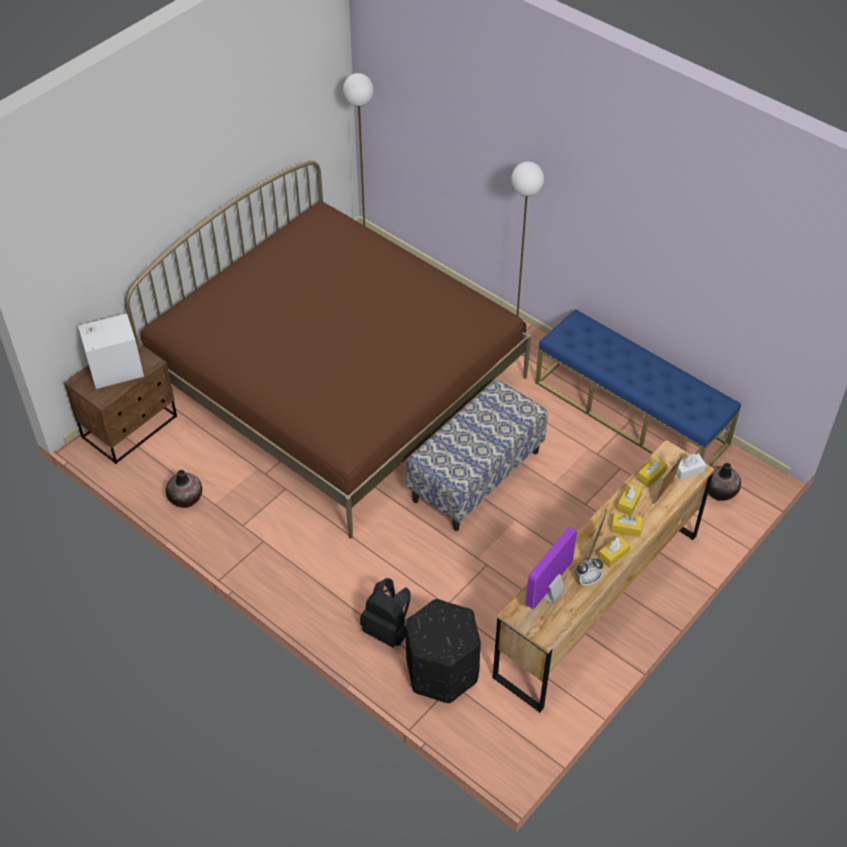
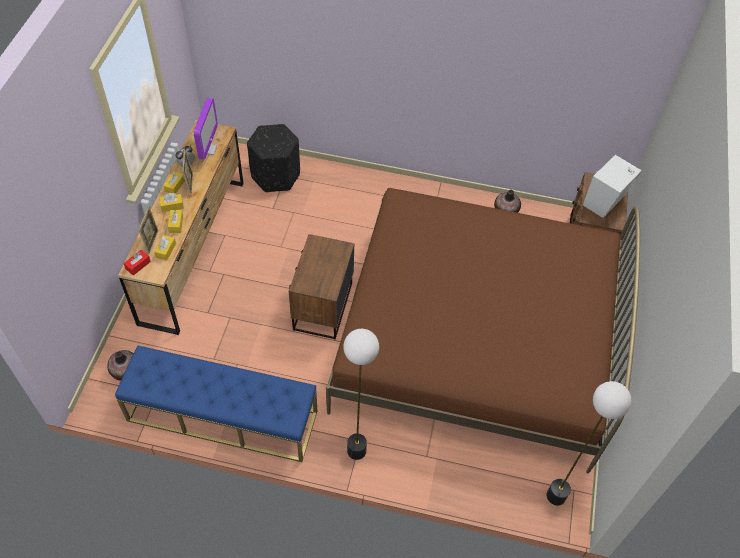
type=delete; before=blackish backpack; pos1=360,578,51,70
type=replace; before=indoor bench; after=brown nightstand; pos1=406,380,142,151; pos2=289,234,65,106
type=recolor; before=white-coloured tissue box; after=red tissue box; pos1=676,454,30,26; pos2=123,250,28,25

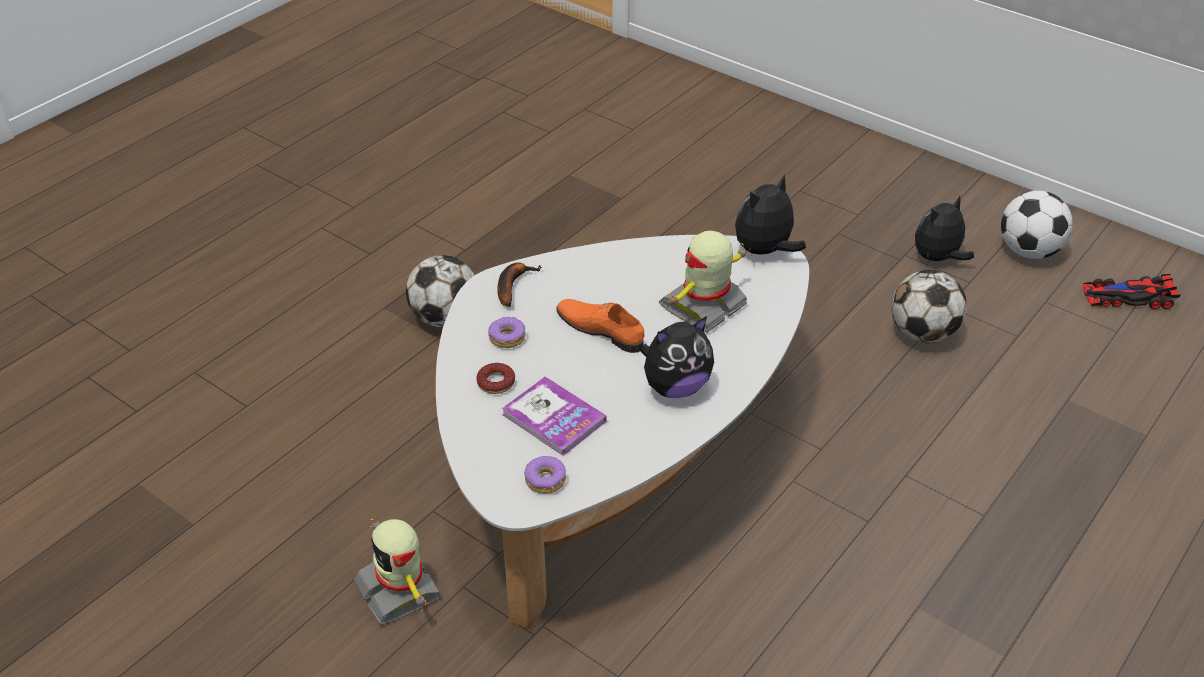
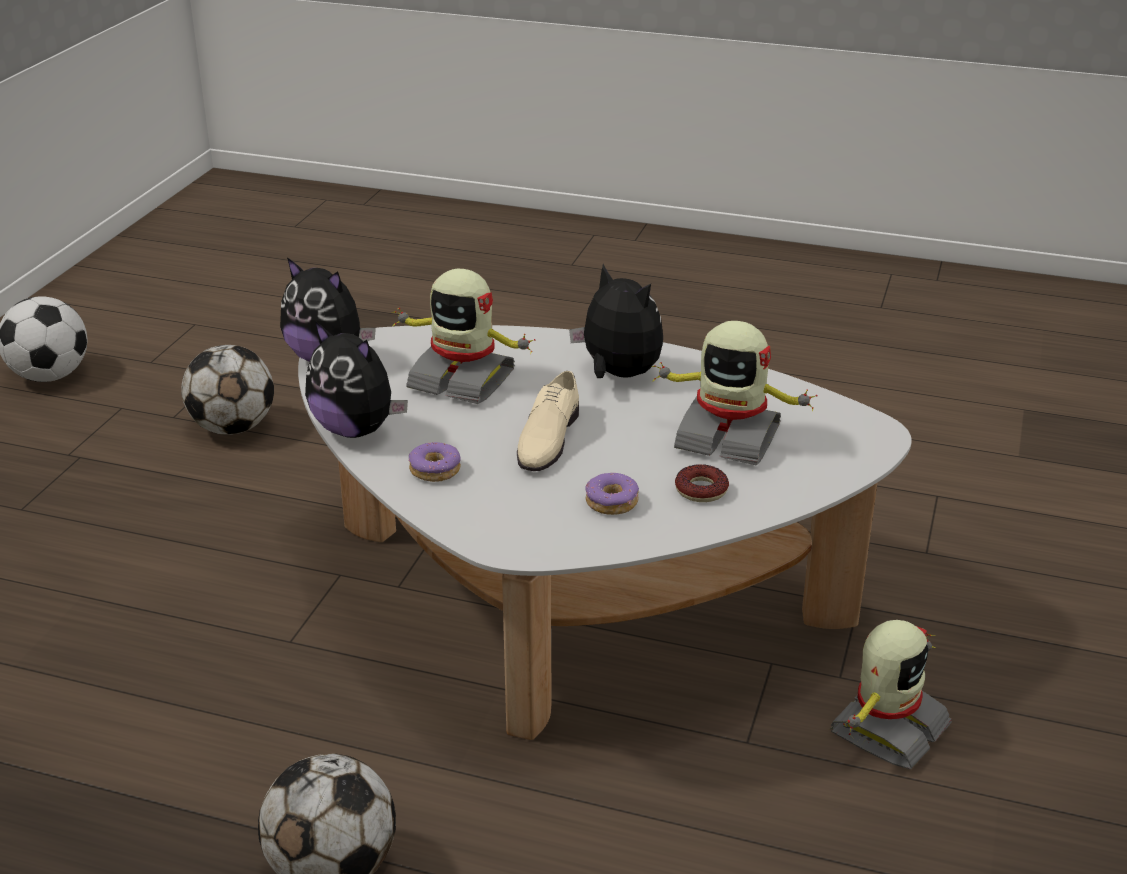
type=delete; before=whole banana; pos1=497,262,45,45
type=delete; before=miniature car; pos1=1083,274,98,35
type=move; before=doughnut; pos1=524,456,42,38; pos2=408,442,53,40
type=move; before=plush toy; pos1=915,196,59,65; pos2=305,321,103,117
type=replace; before=bound book; after=model robot; pos1=502,377,105,79; pos2=652,321,167,145
type=recolor; before=orangey shoe; after=beige shoe; pos1=556,299,88,54; pos2=517,371,62,100

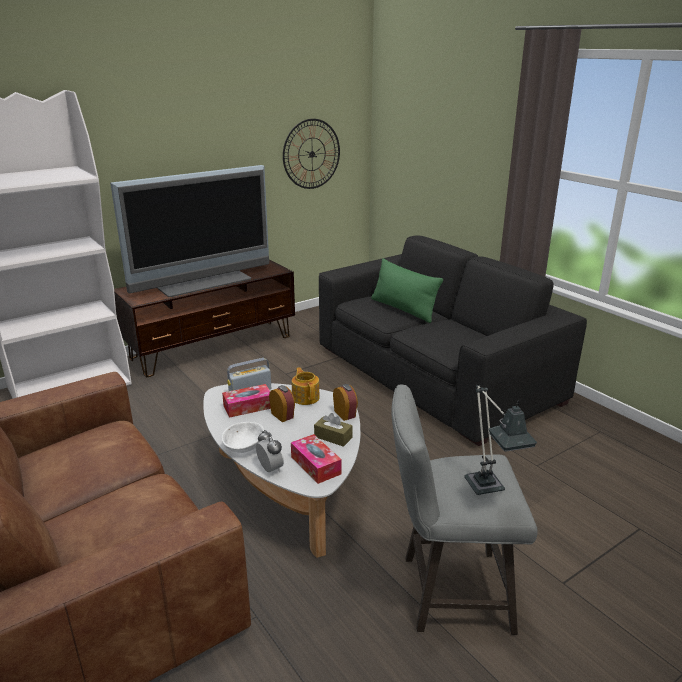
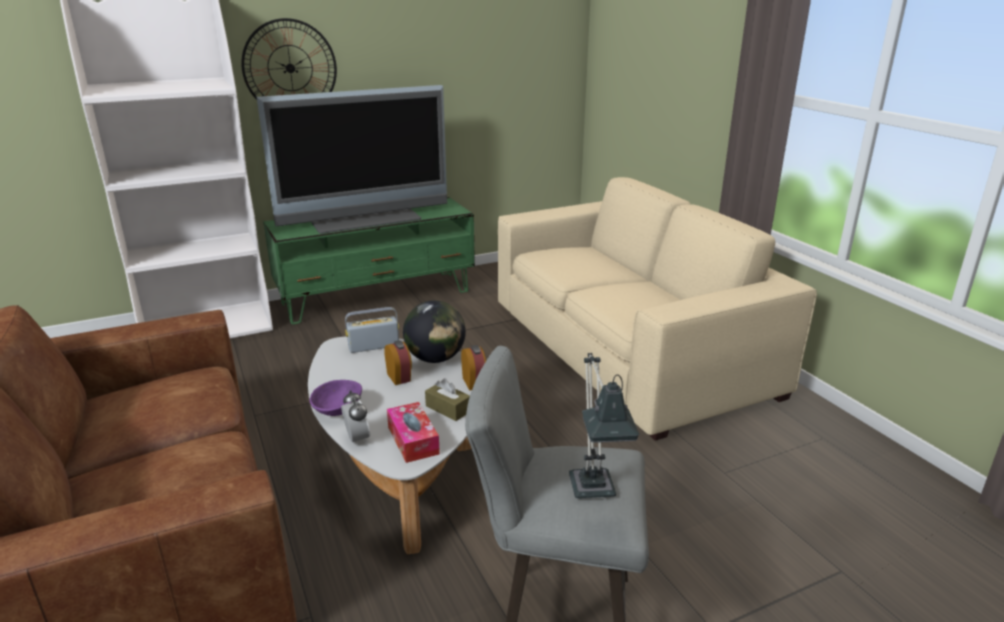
type=delete; before=tissue box; pos1=222,384,49,34
type=delete; before=green-coloured cushion; pos1=371,258,72,65
type=move; before=hanging clock; pos1=283,119,57,70; pos2=241,18,96,82
type=replace; before=teapot; after=world globe; pos1=292,367,28,38; pos2=403,300,63,63
type=recolor; before=brown tv stand; after=green-coloured tv stand; pos1=114,259,181,118; pos2=263,197,212,128
type=recolor; before=white-coloured serving bowl; after=purplish serving bowl; pos1=222,422,42,31; pos2=309,380,53,36
type=recolor; before=blackish settee; after=beige settee; pos1=319,236,268,210; pos2=498,177,319,264

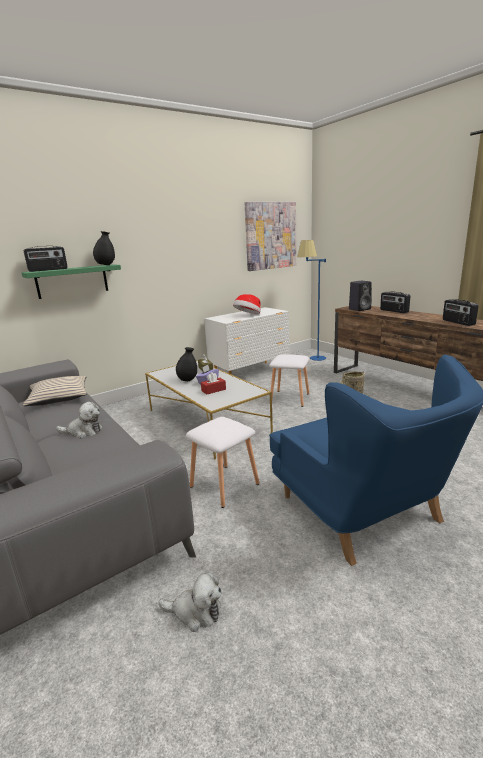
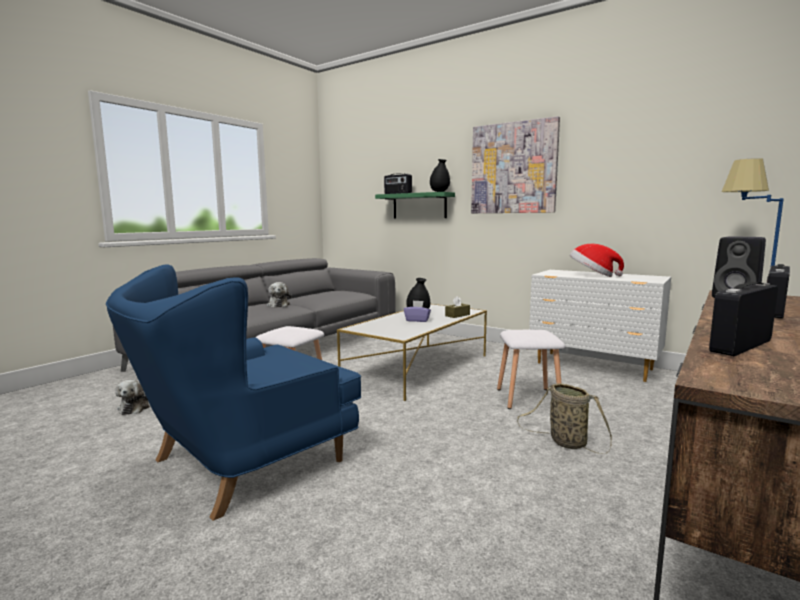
type=delete; before=beige cushion; pos1=23,376,64,30
type=delete; before=red tissue box; pos1=201,372,25,23
type=move; before=wall picture; pos1=245,202,51,69; pos2=471,116,89,97

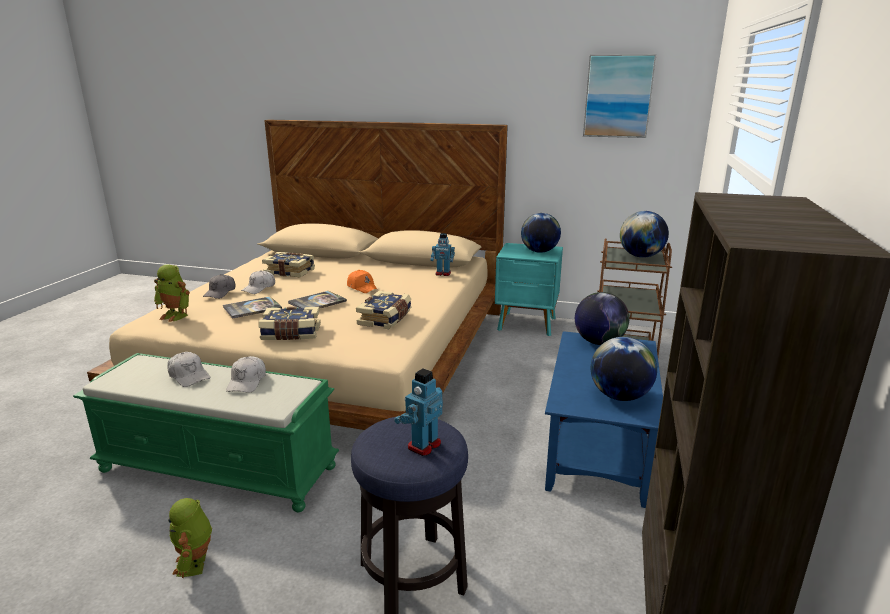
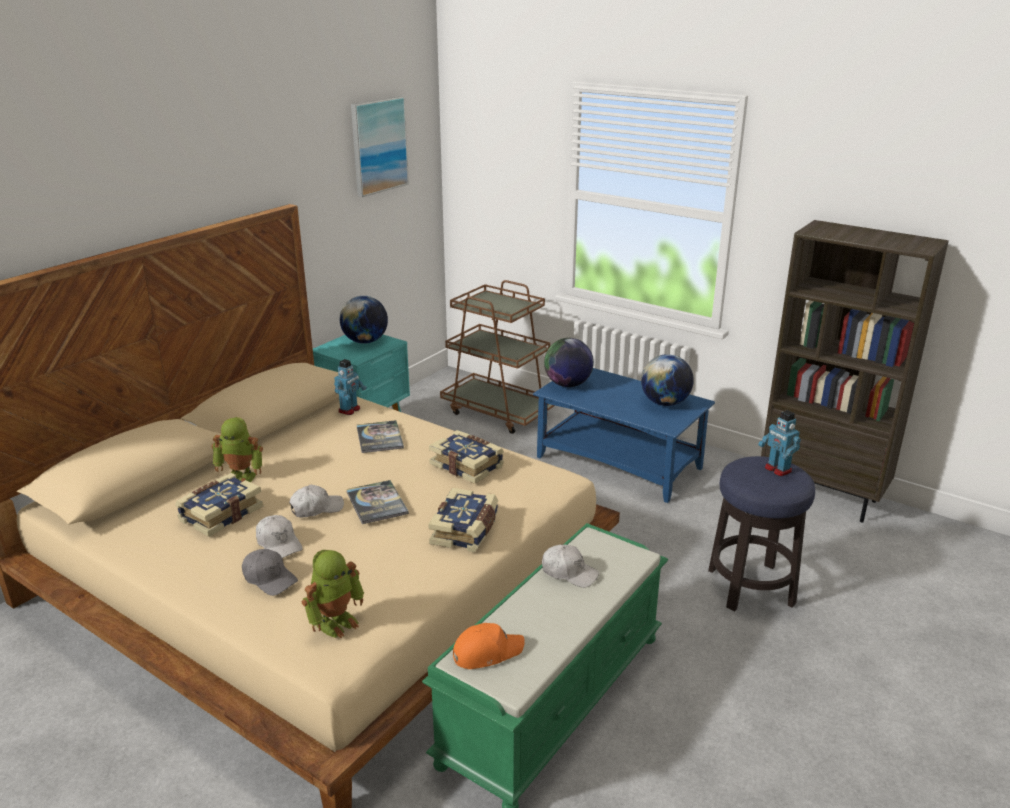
type=delete; before=world globe; pos1=620,211,49,47
type=move; before=white-coloured baseball cap; pos1=167,352,43,35; pos2=289,485,55,33
type=move; before=model robot; pos1=168,498,44,80; pos2=212,417,51,65
type=move; before=bound book; pos1=223,296,59,23; pos2=357,420,47,33
type=move; before=orangey baseball cap; pos1=347,270,31,23; pos2=453,623,72,46

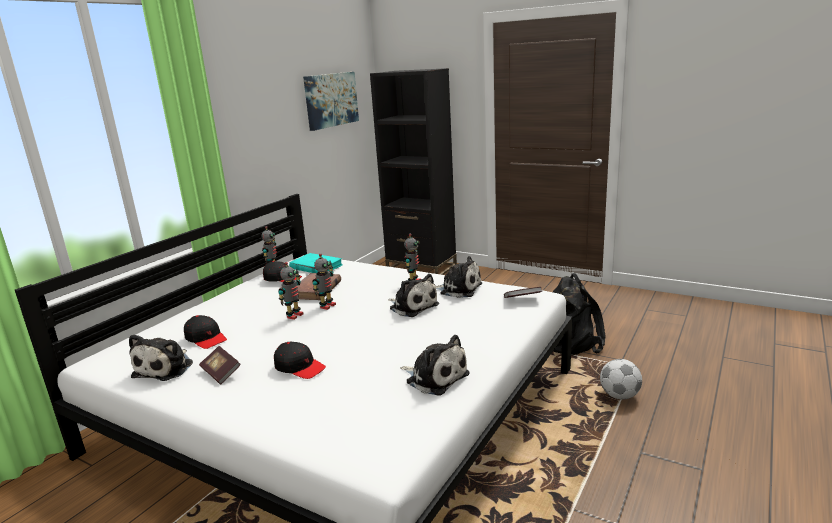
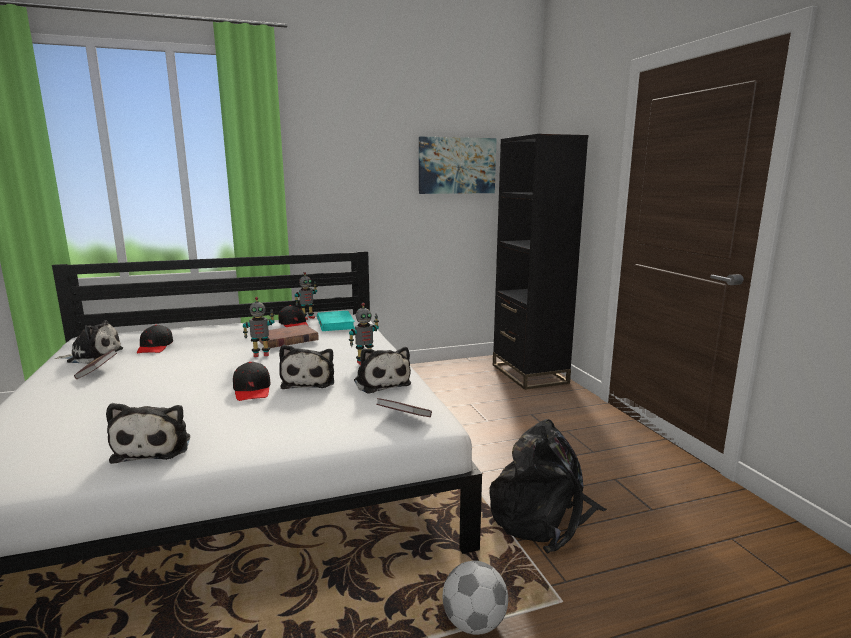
type=delete; before=model robot; pos1=278,262,26,58
type=move; before=blackish baseball cap; pos1=274,342,52,37; pos2=233,362,38,39
type=rotate; before=plush toy; pos1=129,334,64,47; pos2=55,320,68,44; turn=-150

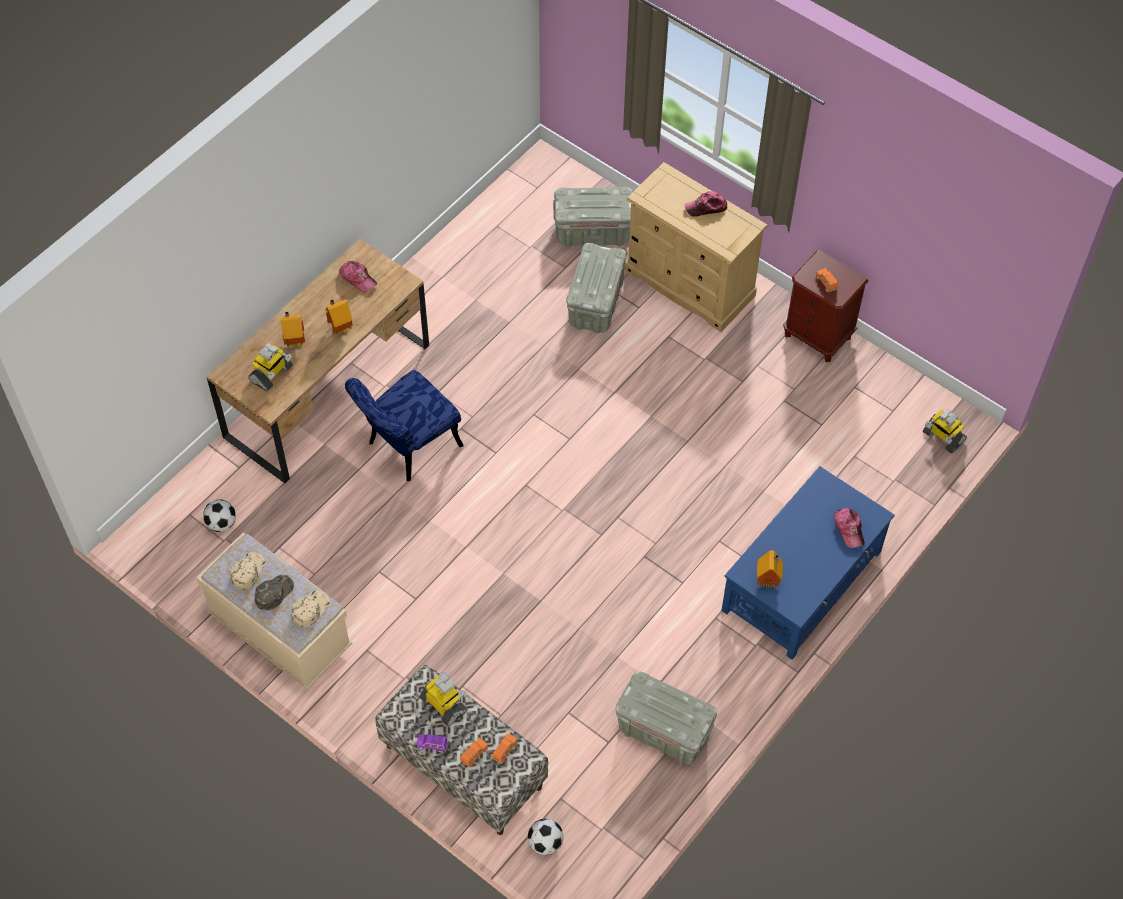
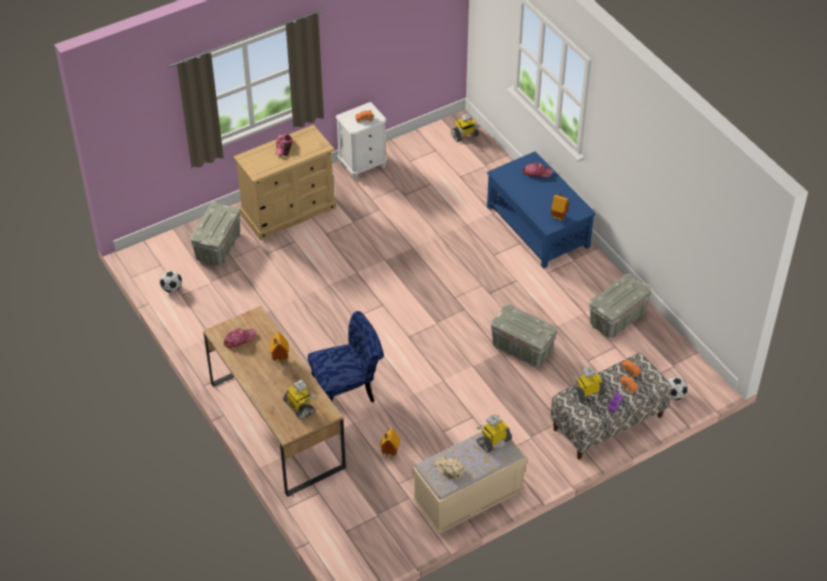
type=delete; before=green-coloured baseball cap; pos1=255,575,39,35
type=move; before=football; pos1=203,500,33,32; pos2=160,270,22,22
type=move; before=model house; pos1=280,312,25,34; pos2=380,428,20,30
type=move; before=gray storage container; pos1=566,243,61,90; pos2=490,304,67,63
type=replace; before=beige baseball cap; after=model robot; pos1=291,590,39,37; pos2=477,414,35,39
type=recolor; before=brown nightstand; after=white-coloured nightstand; pos1=783,250,85,112; pos2=336,102,51,78
type=rotate; before=blue upright chair; pos1=345,369,119,112; pos2=308,311,76,91; turn=-90

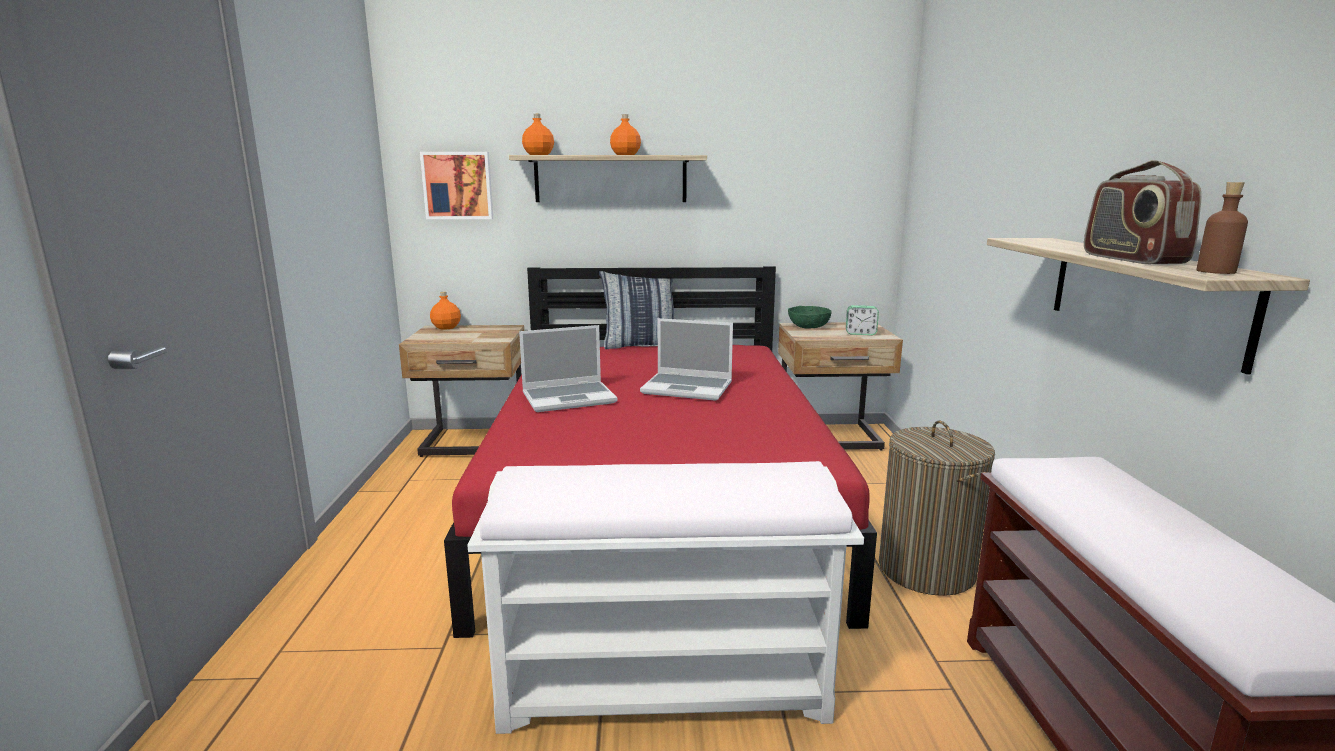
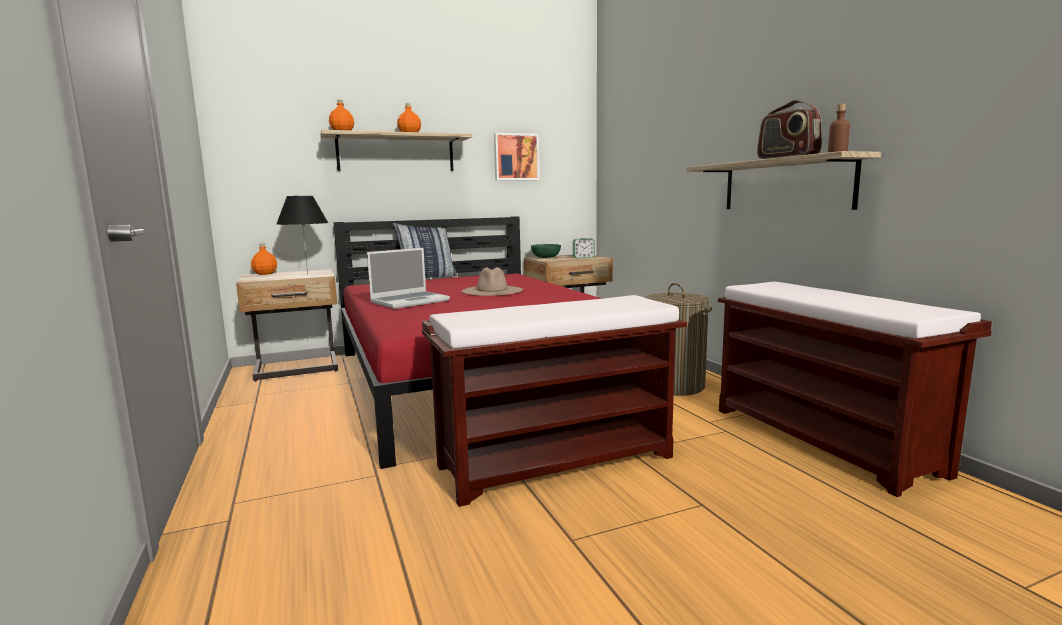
type=insert; after=blackish table lamp; pos2=276,196,52,78
type=move; before=wall picture; pos1=420,152,73,67; pos2=494,133,45,47
type=replace; before=portable computer; after=beige wearable hat; pos1=640,318,93,83; pos2=462,267,61,29
type=recolor; before=white-coloured indoor bench; after=brown indoor bench; pos1=467,461,397,273; pos2=422,295,265,212

